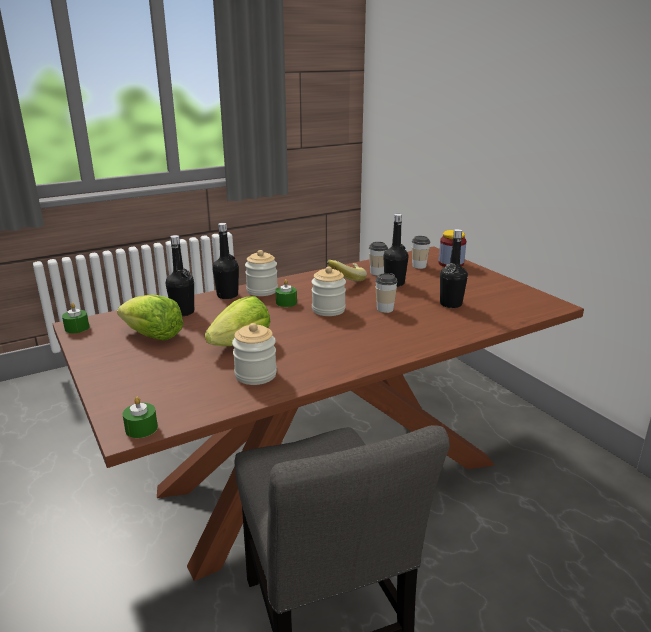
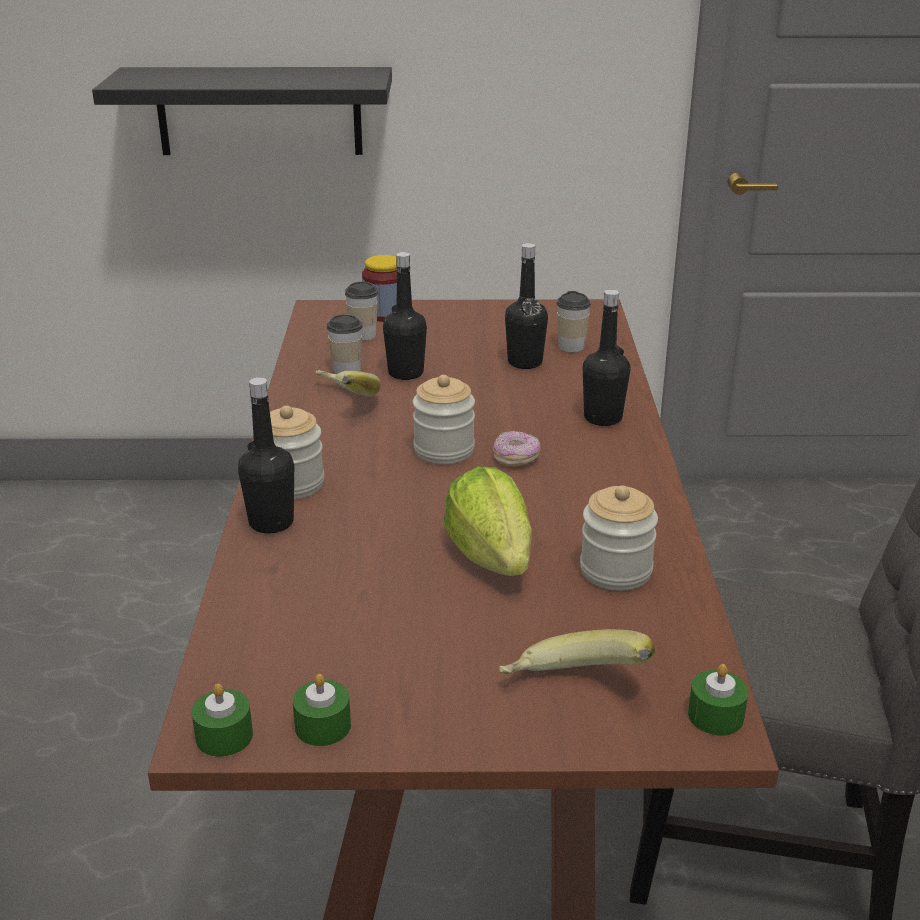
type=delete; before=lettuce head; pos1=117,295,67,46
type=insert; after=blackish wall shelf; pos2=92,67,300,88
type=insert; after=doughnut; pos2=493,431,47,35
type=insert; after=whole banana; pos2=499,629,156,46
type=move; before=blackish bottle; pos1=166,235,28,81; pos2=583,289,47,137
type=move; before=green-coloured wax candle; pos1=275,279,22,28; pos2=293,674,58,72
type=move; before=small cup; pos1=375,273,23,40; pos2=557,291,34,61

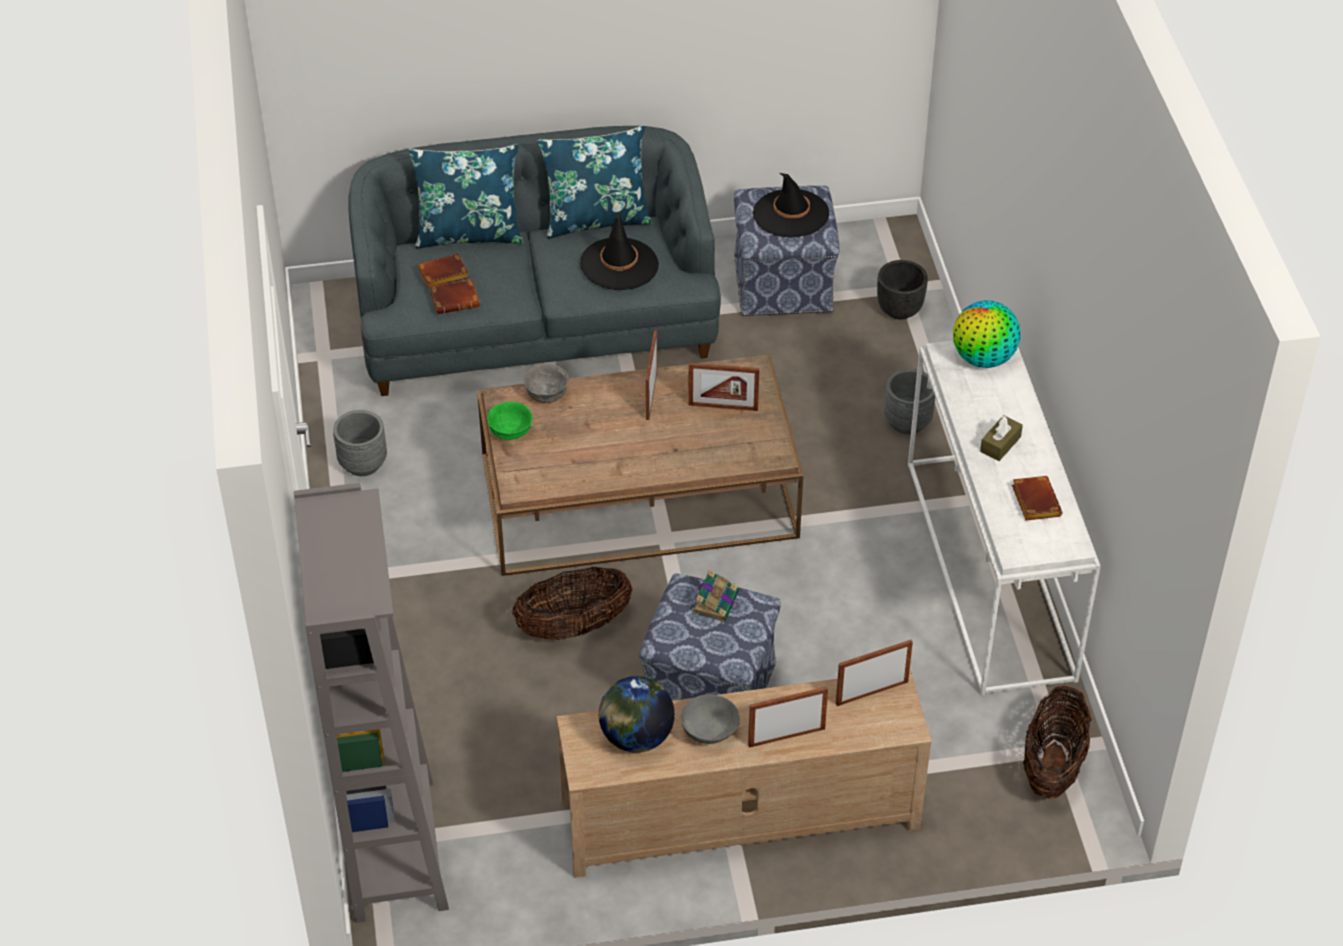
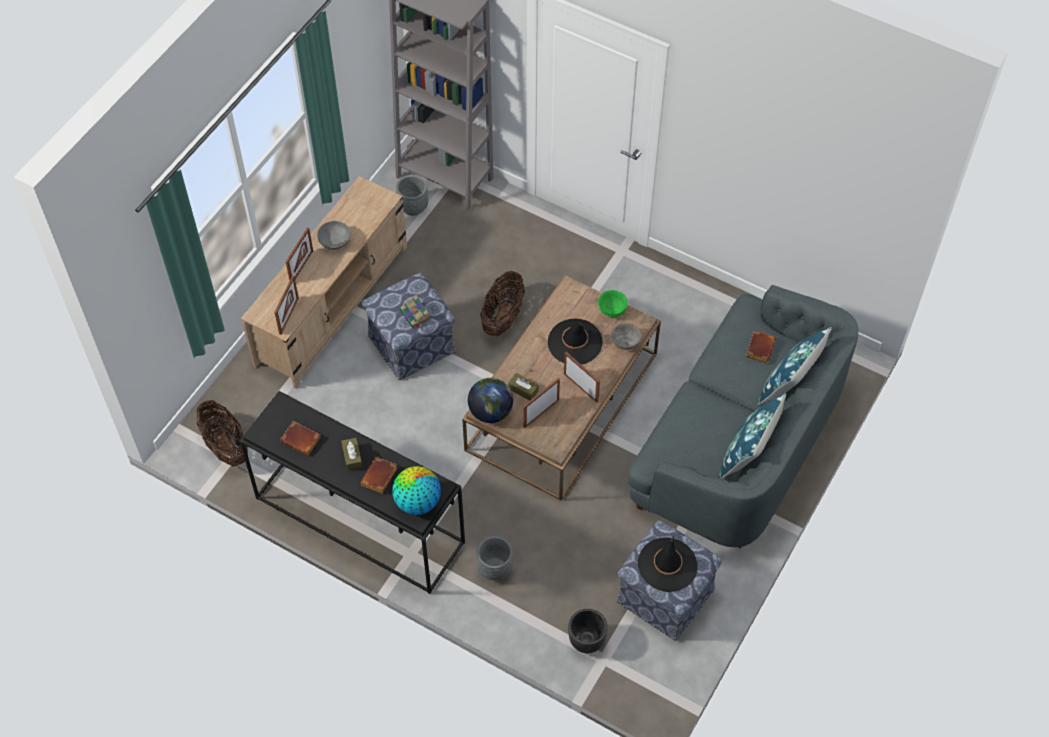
type=insert; after=brown tissue box; pos2=508,373,31,28
type=move; before=gray flower pot; pos1=333,410,54,66; pos2=396,175,32,41
type=move; before=brown bound book; pos1=430,279,50,35; pos2=360,457,38,37
type=move; before=blackish wearable hat; pos1=580,211,79,79; pos2=548,318,55,46
type=move; before=world globe; pos1=599,676,76,77; pos2=468,378,45,45
type=recolor; before=white-coloured narrow table; after=blackish narrow table; pos1=908,341,193,354; pos2=239,391,226,203

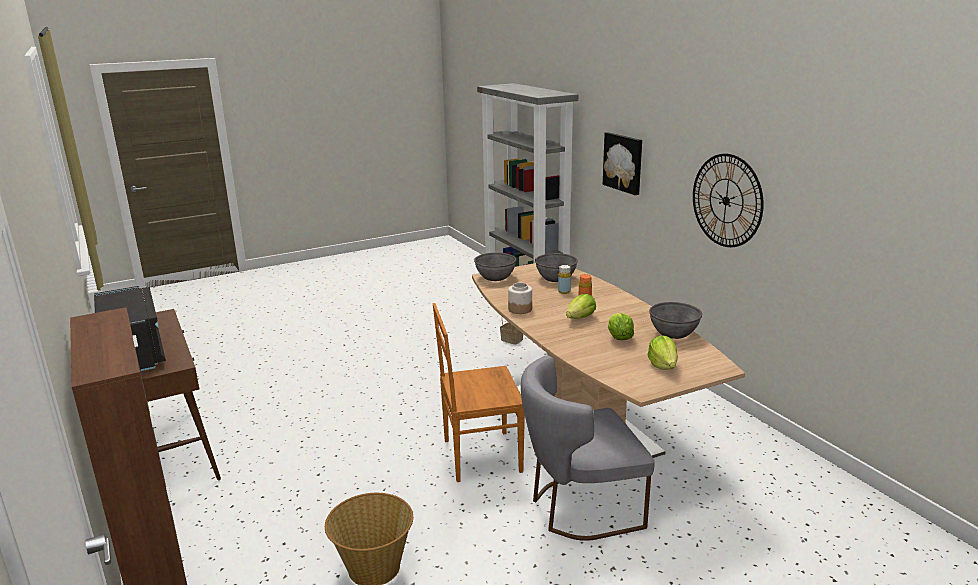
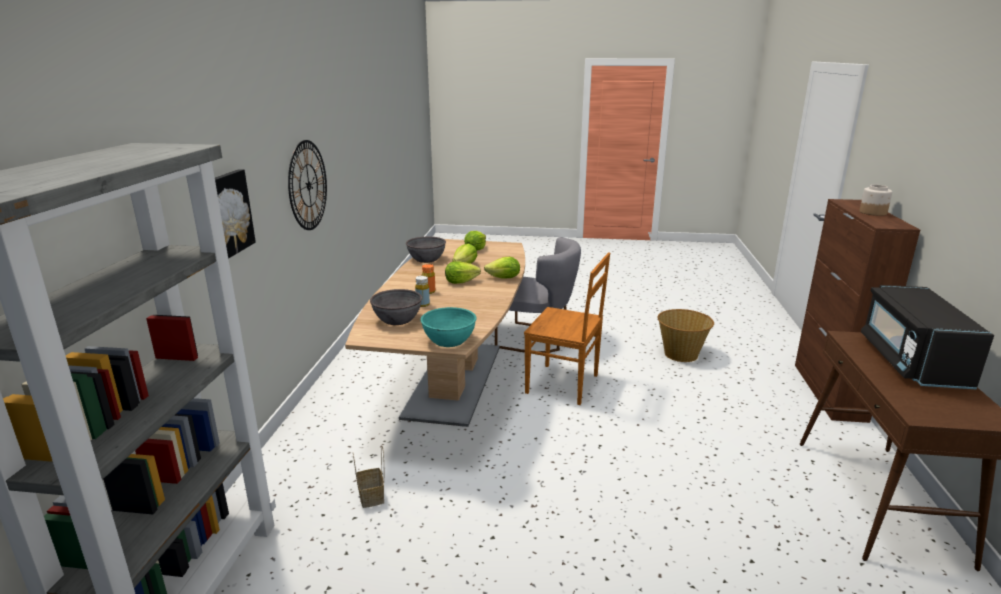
type=insert; after=lettuce head; pos2=484,257,36,22
type=move; before=preserve jar; pos1=508,283,24,31; pos2=859,185,34,31
type=recolor; before=gray serving bowl; after=blue-green serving bowl; pos1=474,253,43,28; pos2=420,307,57,40

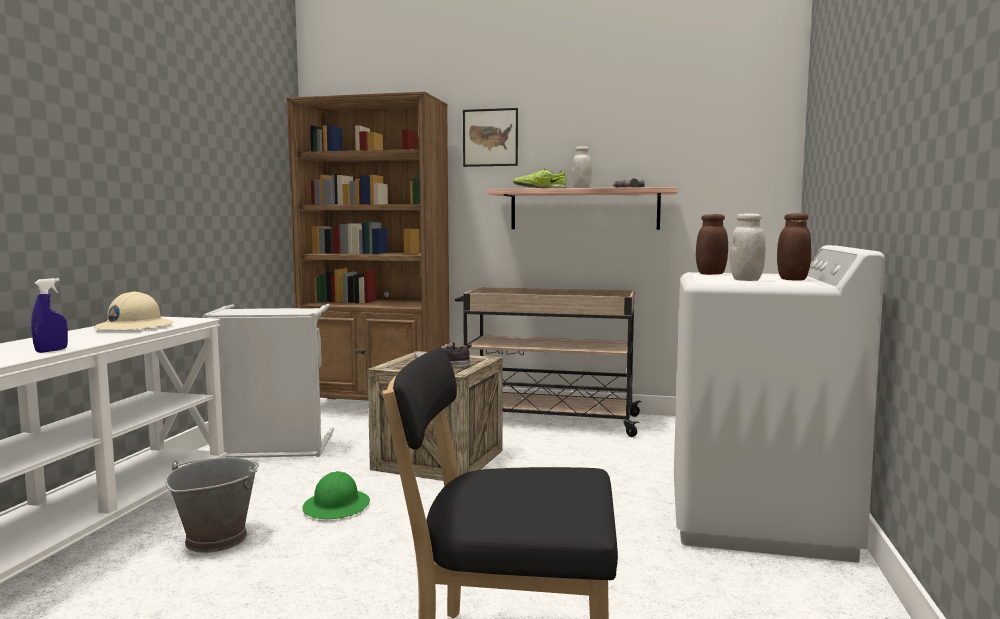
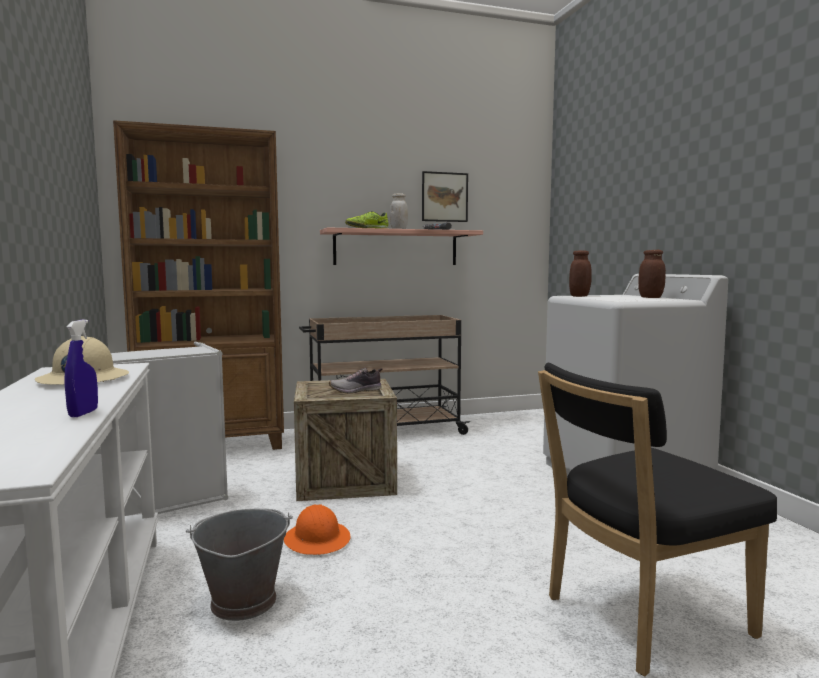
type=delete; before=white-coloured preserve jar; pos1=730,213,36,68
type=move; before=wall picture; pos1=463,108,55,59; pos2=422,171,46,51
type=recolor; before=green-coloured hard hat; after=orangey hard hat; pos1=302,471,68,48; pos2=284,504,66,51

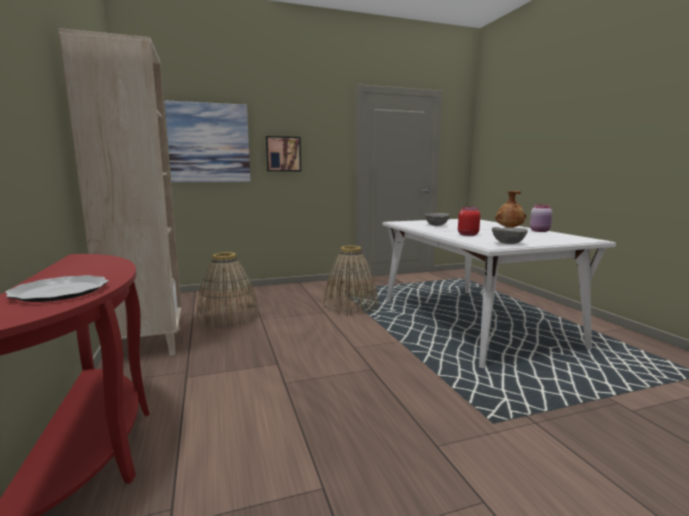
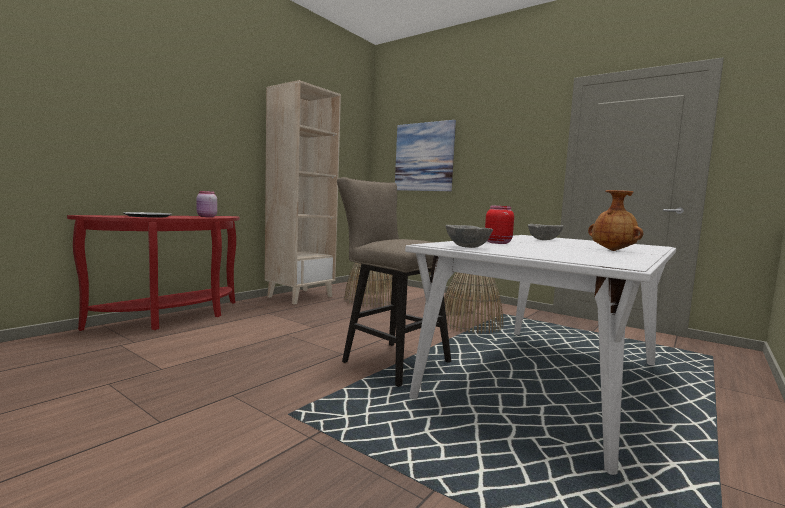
type=delete; before=wall picture; pos1=266,136,35,35
type=insert; after=beige stool seat; pos2=337,177,114,210
type=move; before=pink preserve jar; pos1=530,205,22,27; pos2=197,191,20,26

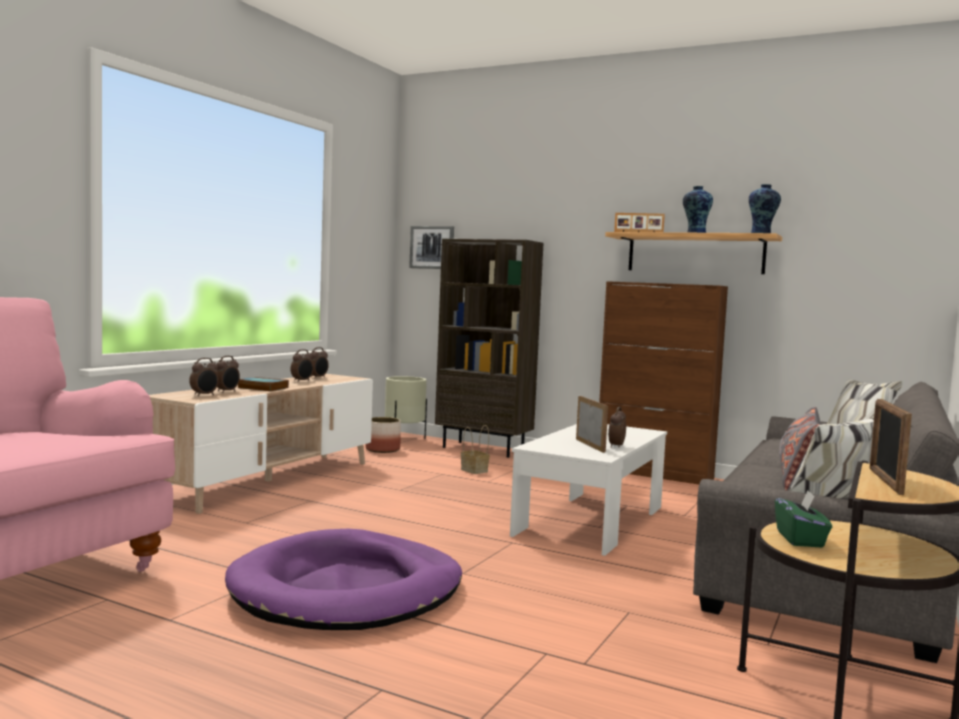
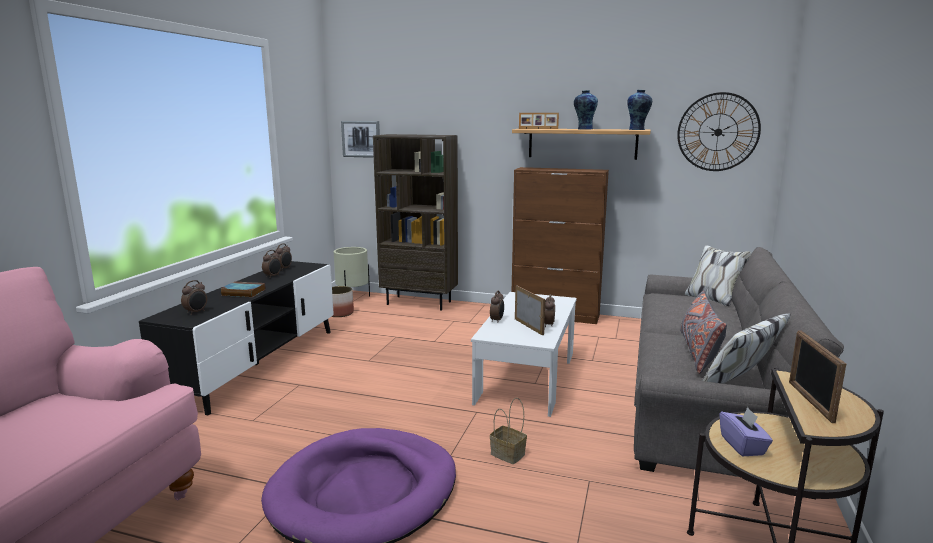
type=insert; after=hanging clock; pos2=677,92,84,79
type=move; before=table clock; pos1=216,356,24,37; pos2=490,291,14,32
type=move; before=household basket; pos1=461,425,29,49; pos2=490,398,37,66
type=recolor; before=beige tv stand; after=blackish tv stand; pos1=149,374,224,140; pos2=139,261,195,154
type=recolor; before=green-coloured tissue box; after=purplish tissue box; pos1=775,491,57,57; pos2=719,407,54,49

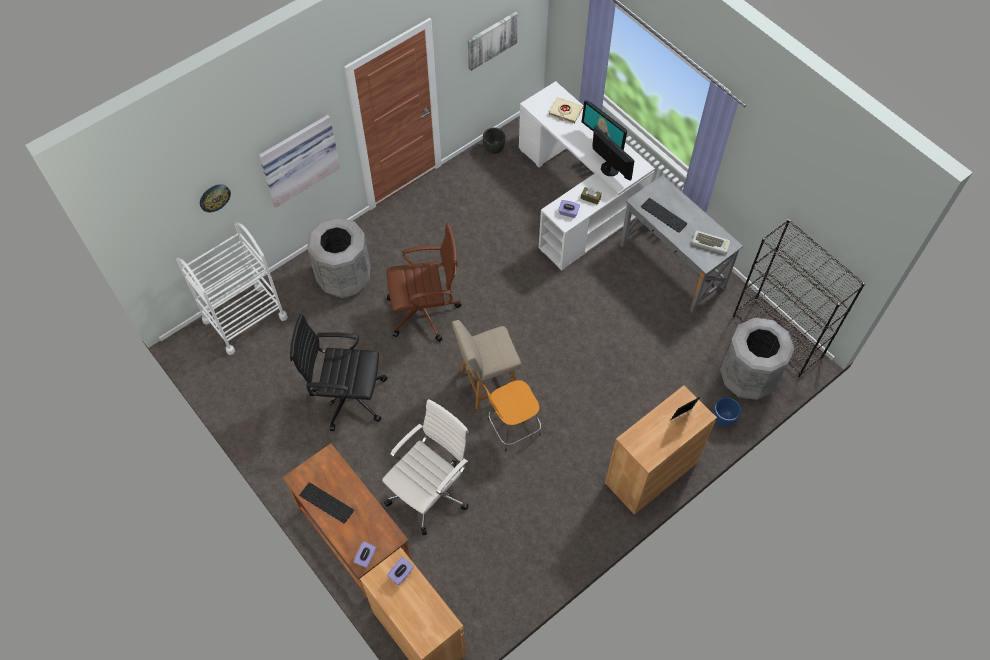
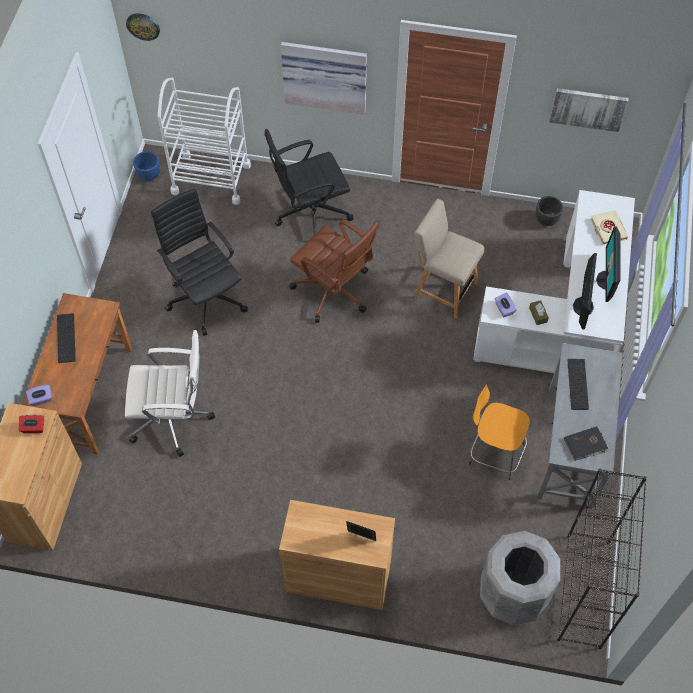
type=move; before=hanging clock; pos1=200,184,31,29; pos2=126,13,34,28
type=move; before=beige upright chair; pos1=452,320,69,89; pos2=414,199,70,120
type=move; before=orangey stool seat; pos1=483,380,58,71; pos2=469,384,61,96
type=move; before=blue flower pot; pos1=713,397,28,30; pos2=133,151,27,30
type=replace; before=gray trash can; after=blackish office chair; pos1=307,217,64,81; pos2=264,129,90,106
type=replace; before=computer keyboard; after=blackish bound book; pos1=691,231,40,24; pos2=564,426,45,35
type=recolor; before=purplish tissue box; after=red tissue box; pos1=387,557,27,28; pos2=19,415,25,18

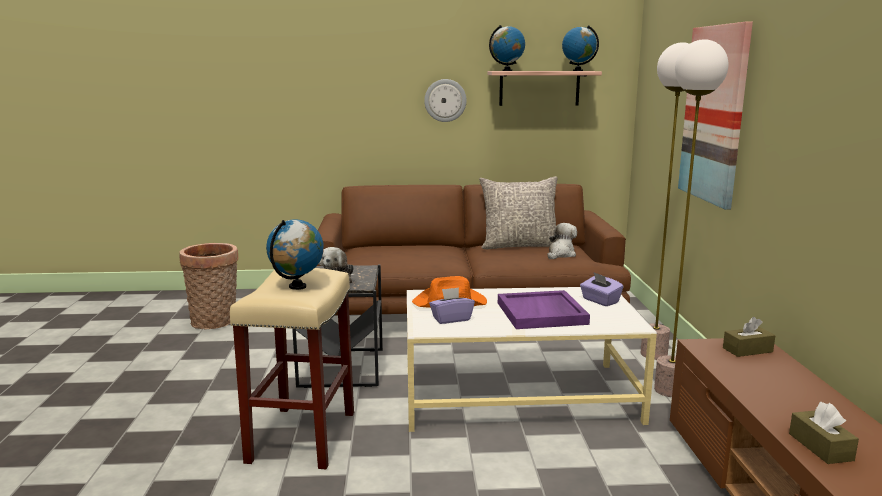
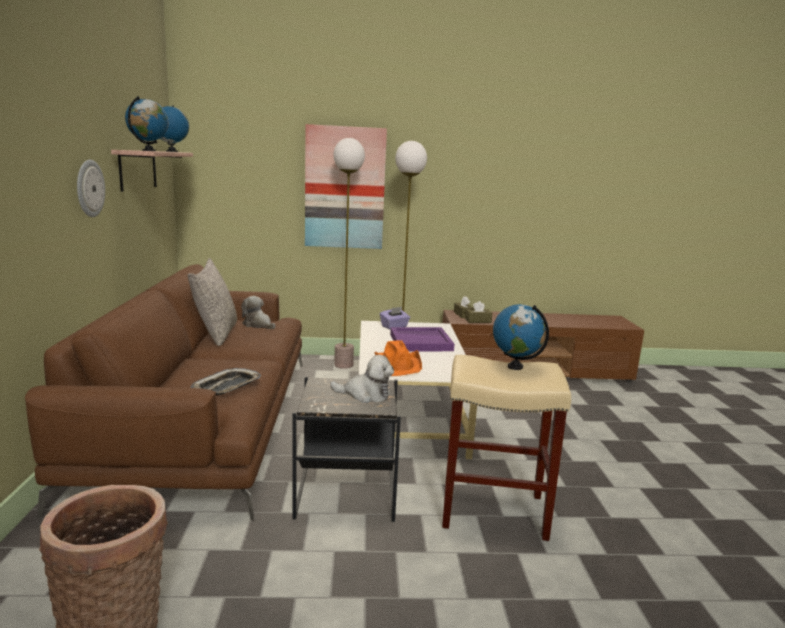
type=delete; before=purplish tissue box; pos1=429,287,46,37
type=insert; after=serving tray; pos2=190,368,71,27
type=move; before=brown tissue box; pos1=789,402,70,62; pos2=465,301,27,22

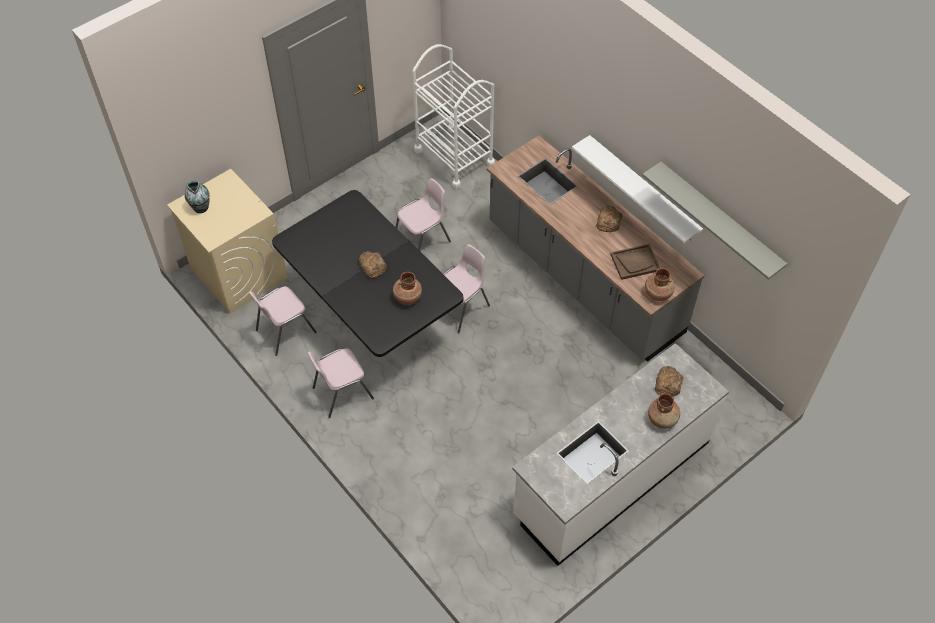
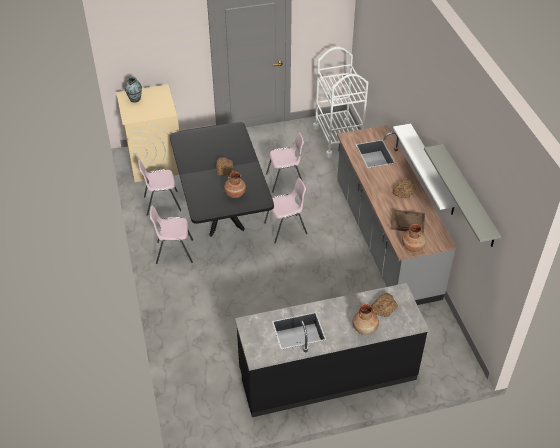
type=recolor; before=white-coloured counter; after=blackish counter; pos1=512,343,217,223; pos2=235,283,194,134

